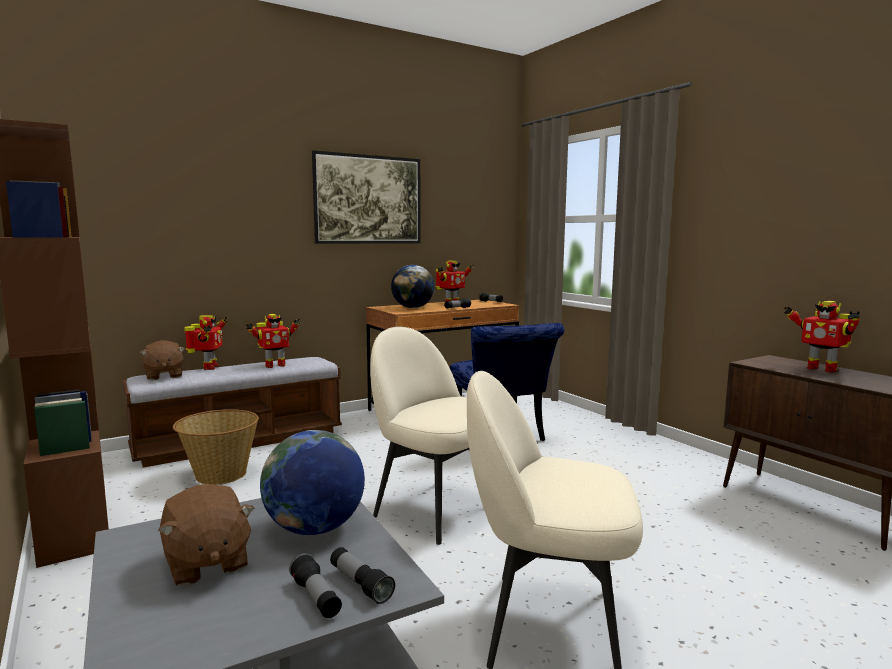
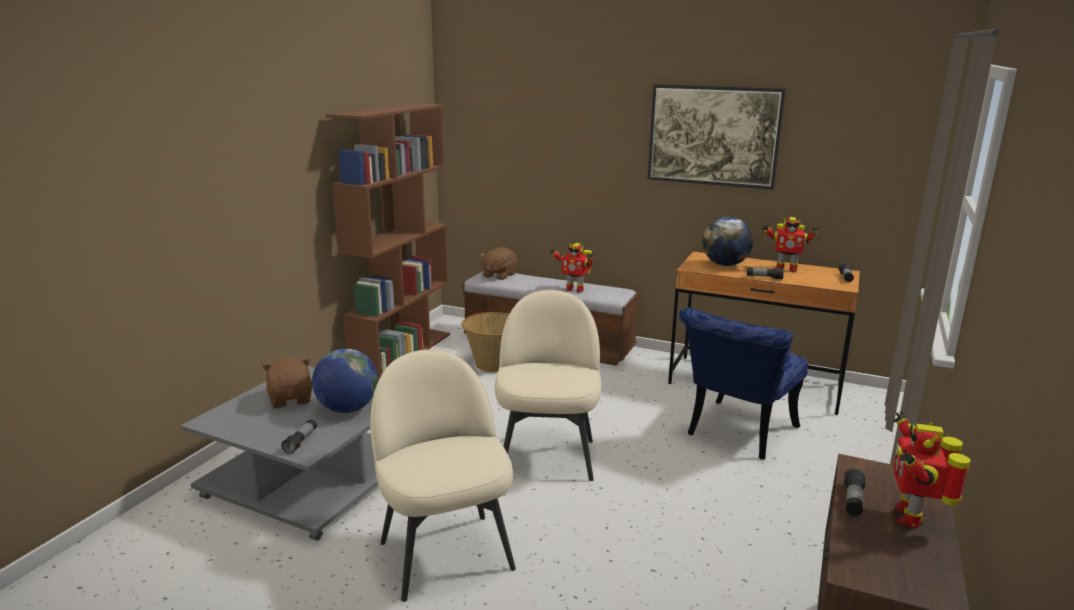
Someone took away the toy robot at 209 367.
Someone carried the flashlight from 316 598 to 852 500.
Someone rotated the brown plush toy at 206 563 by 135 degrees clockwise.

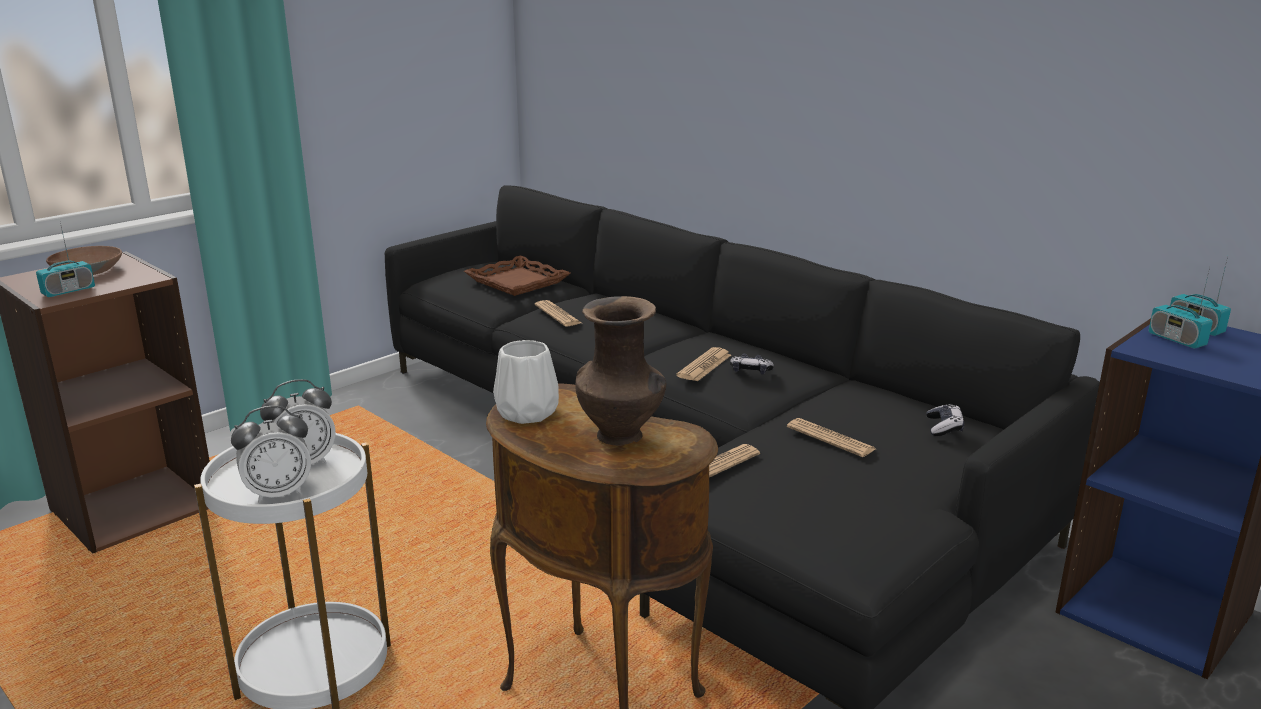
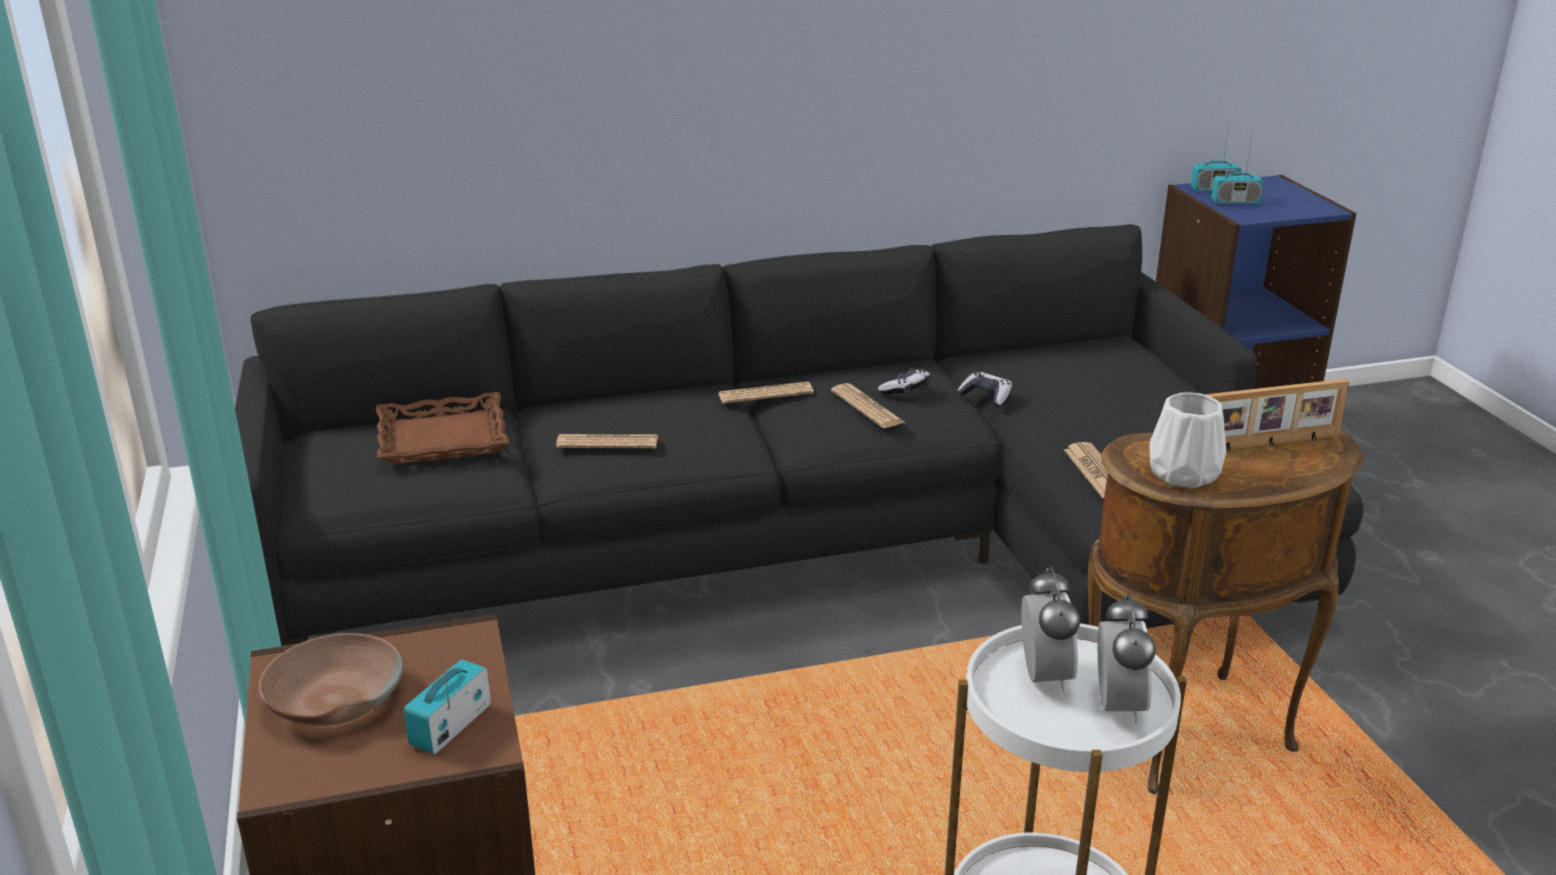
Someone carried the newspaper from 830 438 to 765 394.
Someone carried the game controller from 944 427 to 986 397.
Someone swapped the brown vase at 622 436 for the picture frame at 1269 444.
Someone rotated the radio at 68 291 by 135 degrees counterclockwise.

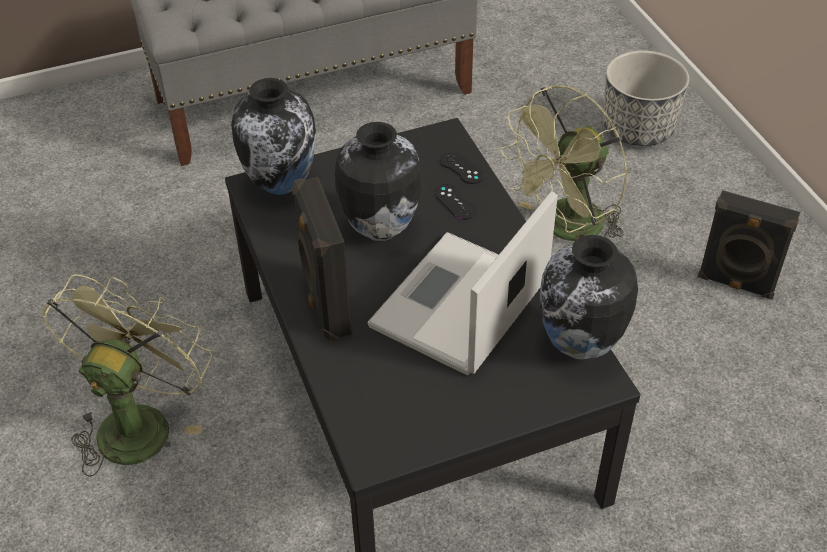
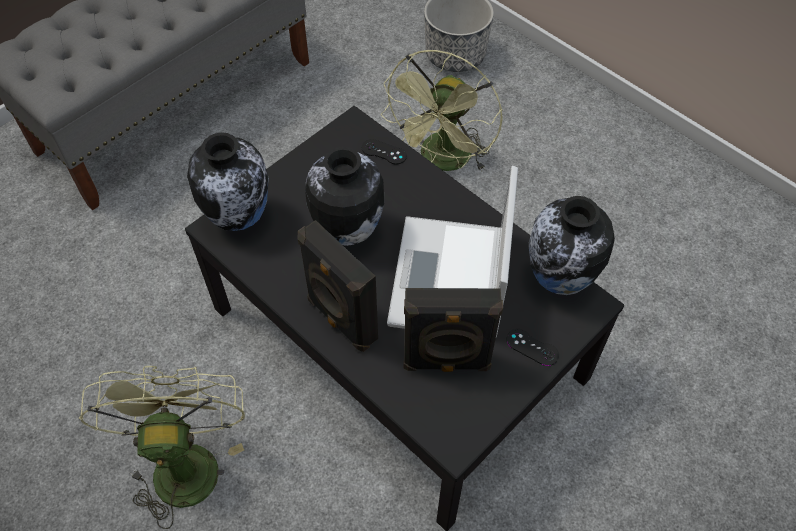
Someone carried the black game controller from 455 202 to 532 347.
Someone carried the black speaker from 735 284 to 446 362.

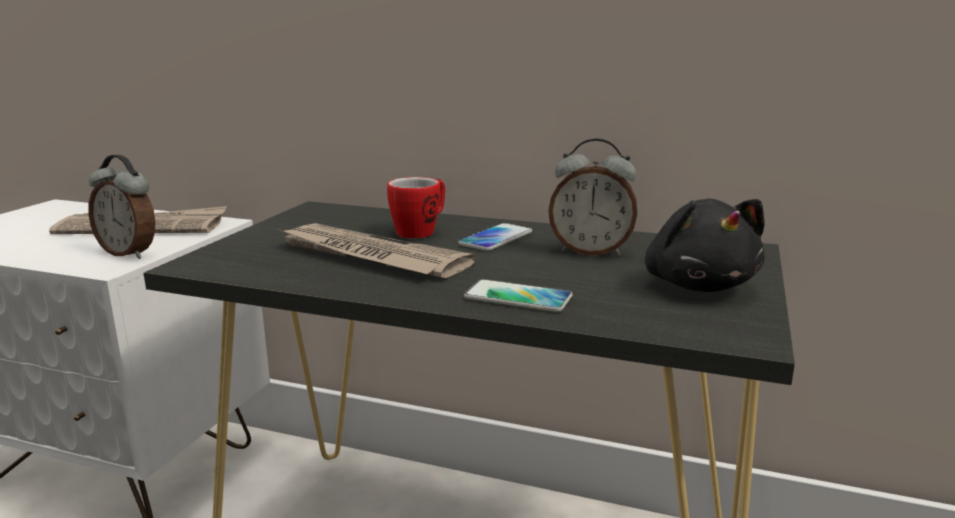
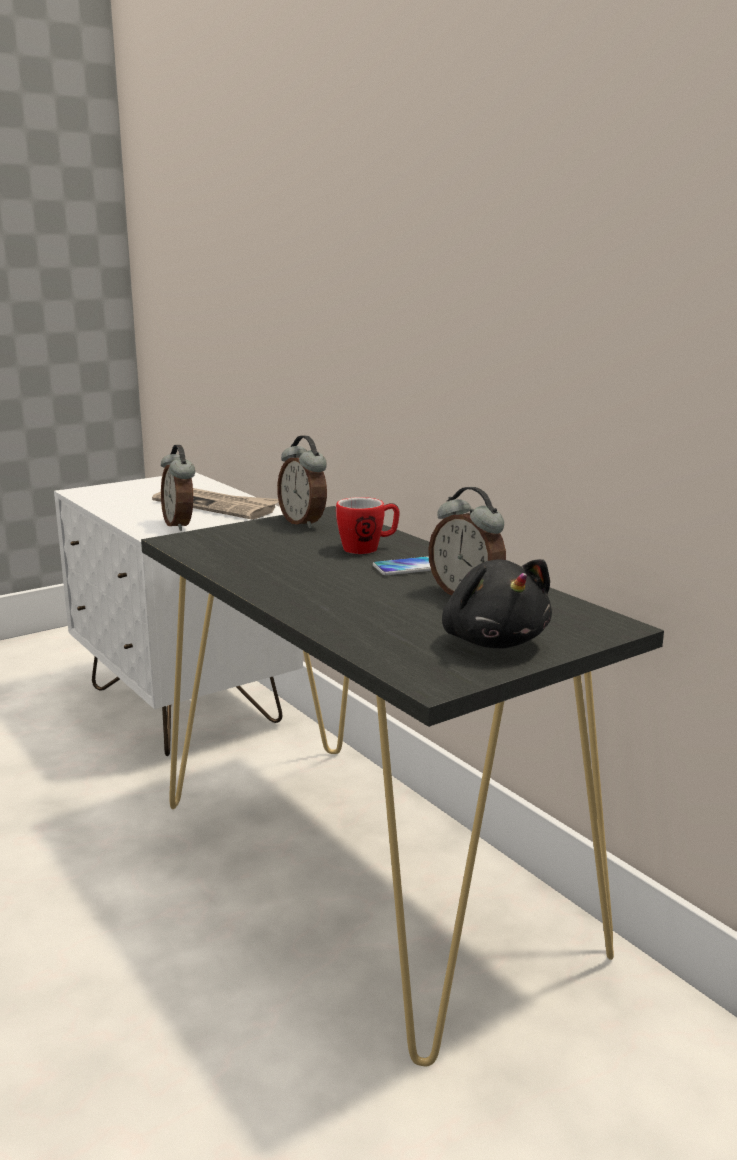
Someone took away the newspaper at 370 256.
Someone took away the phone at 518 298.
Someone put down the alarm clock at 304 523.
Someone rotated the black plush toy at 698 284 by 45 degrees counterclockwise.

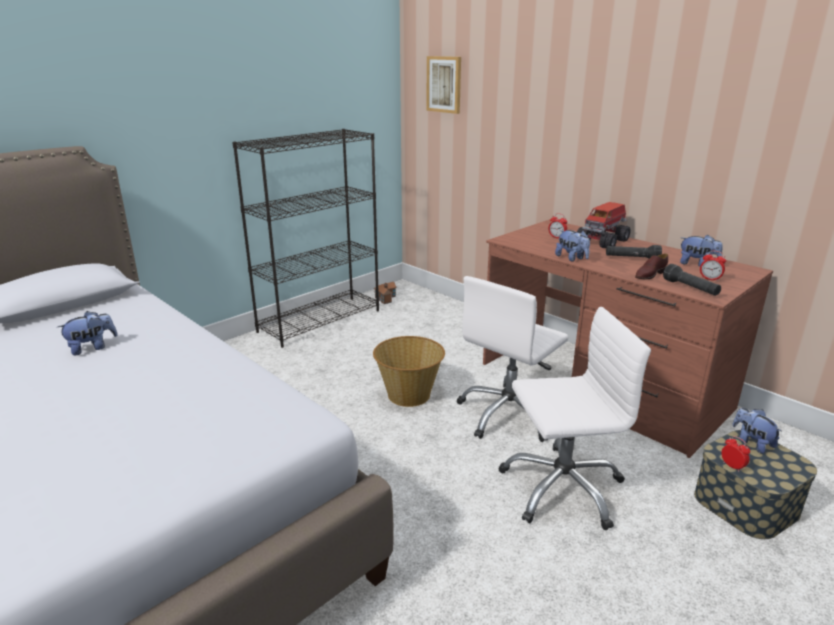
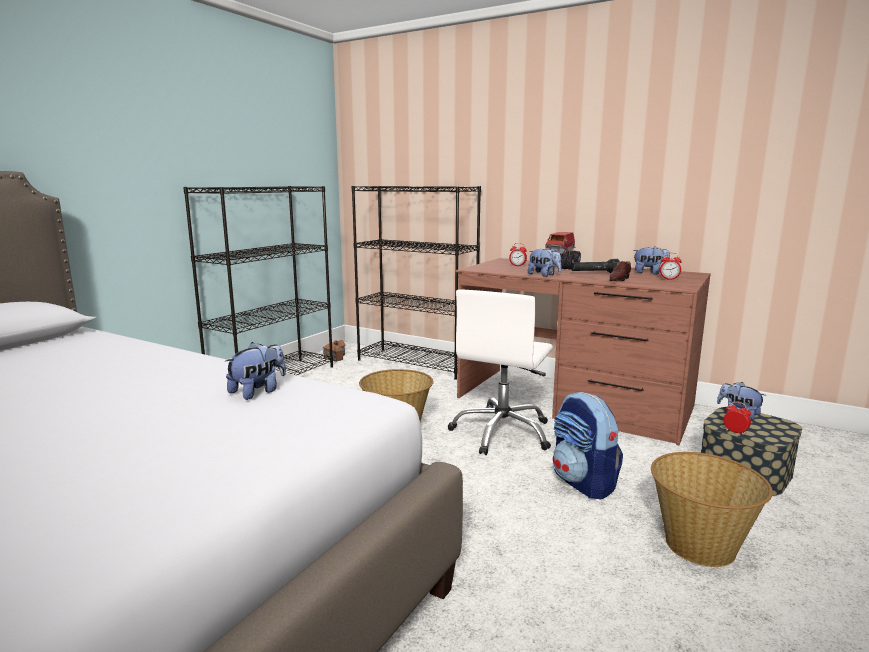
Someone took away the picture at 444 84.
Someone took away the black flashlight at 690 288.
Someone put down the black bookcase at 417 363.
Someone put down the basket at 700 545.
Someone carried the plush toy from 92 348 to 258 391.
Someone swapped the white office chair at 562 487 for the backpack at 583 483.

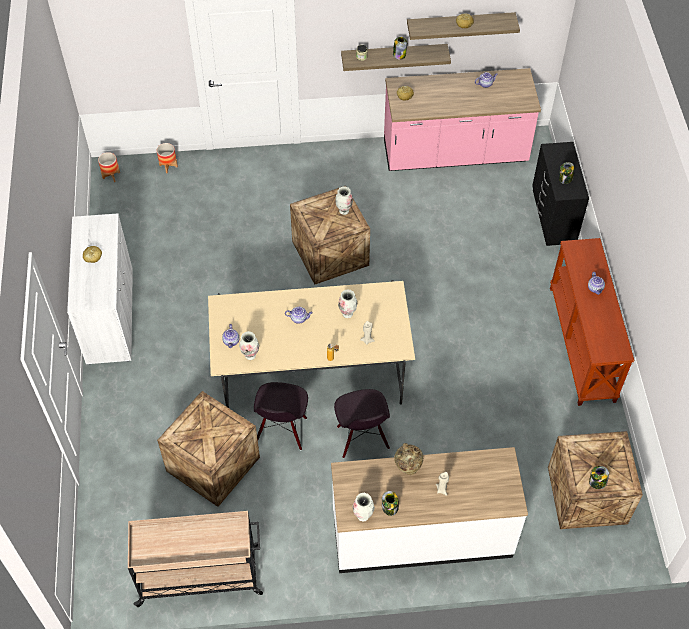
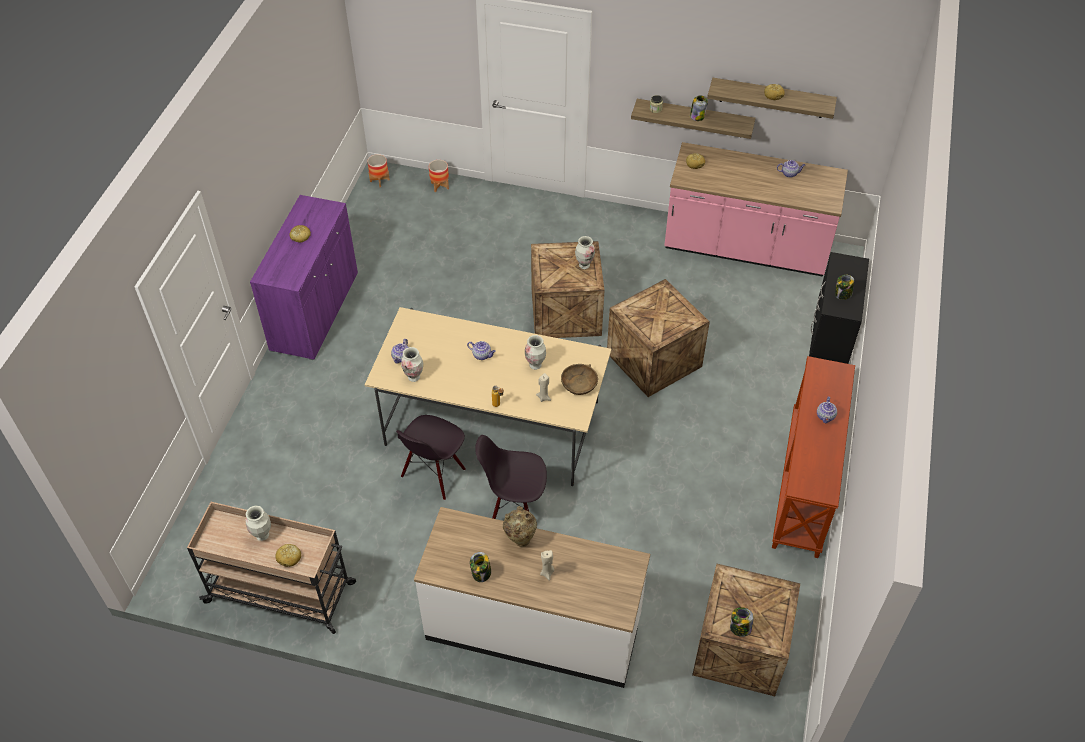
Someone put down the bread at 289 558.
Someone put down the brown bowl at 579 383.
Someone carried the crate from 211 464 to 652 359.
Someone carried the vase from 363 516 to 262 535.
Someone repainted the white cabinet at 110 316, which became the purple cabinet at 315 312.
Someone rotated the black chair at 362 438 by 90 degrees clockwise.

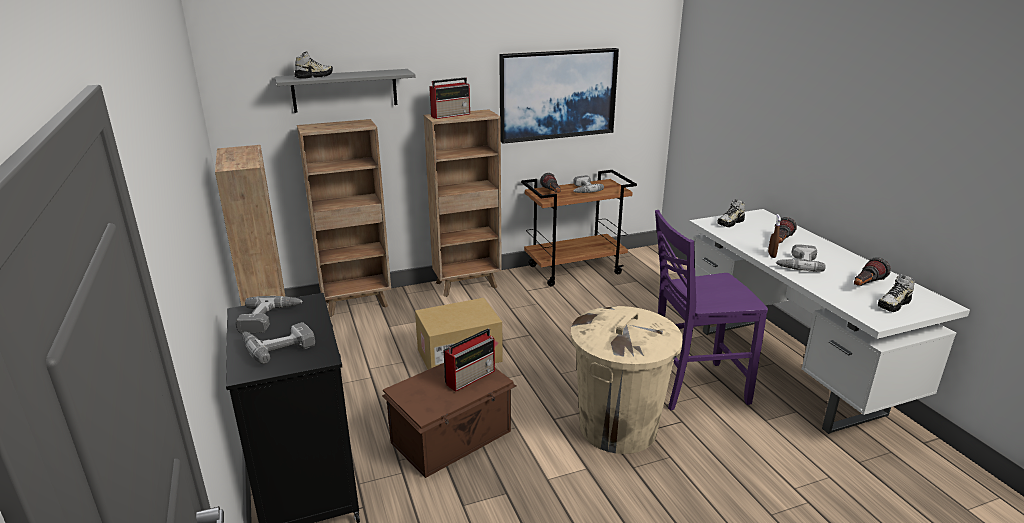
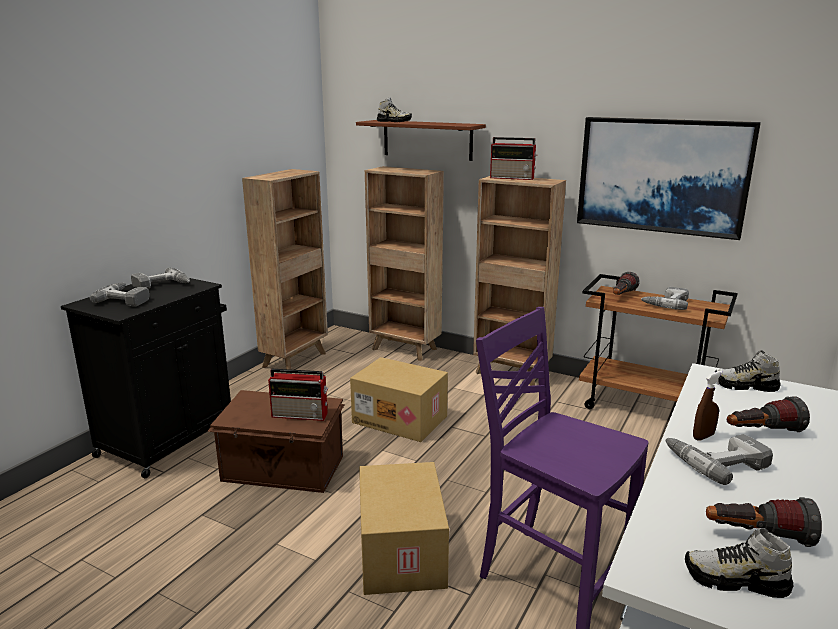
Someone swapped the beige trash can at 618 427 for the cardboard box at 403 553.
Someone repainted the grey shelf at 345 90, which became the brown shelf at 427 140.

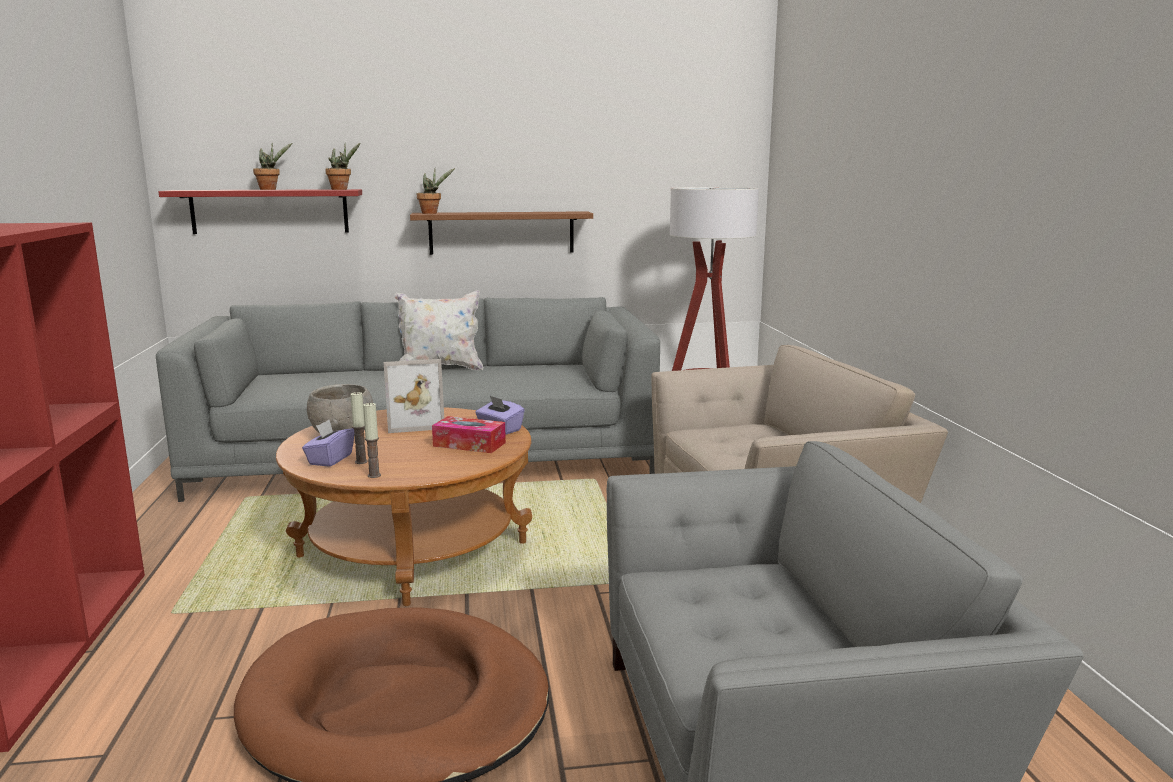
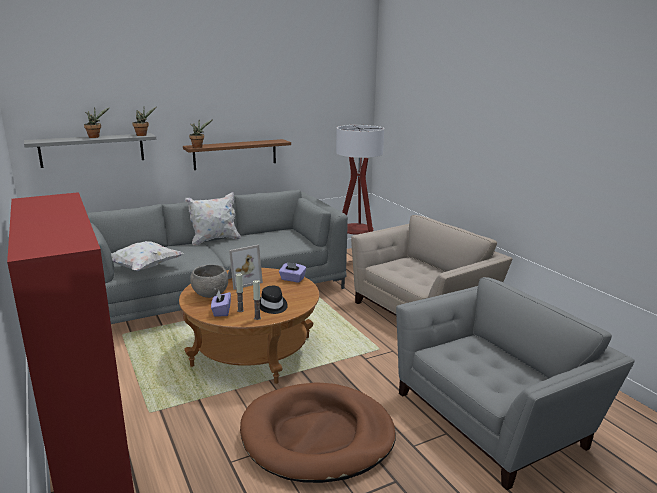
Someone took away the tissue box at 469 444.
Someone put down the white pillow at 144 267.
Someone put down the black hat at 272 306.
Someone repainted the red shelf at 270 211, which became the grey shelf at 92 150.

